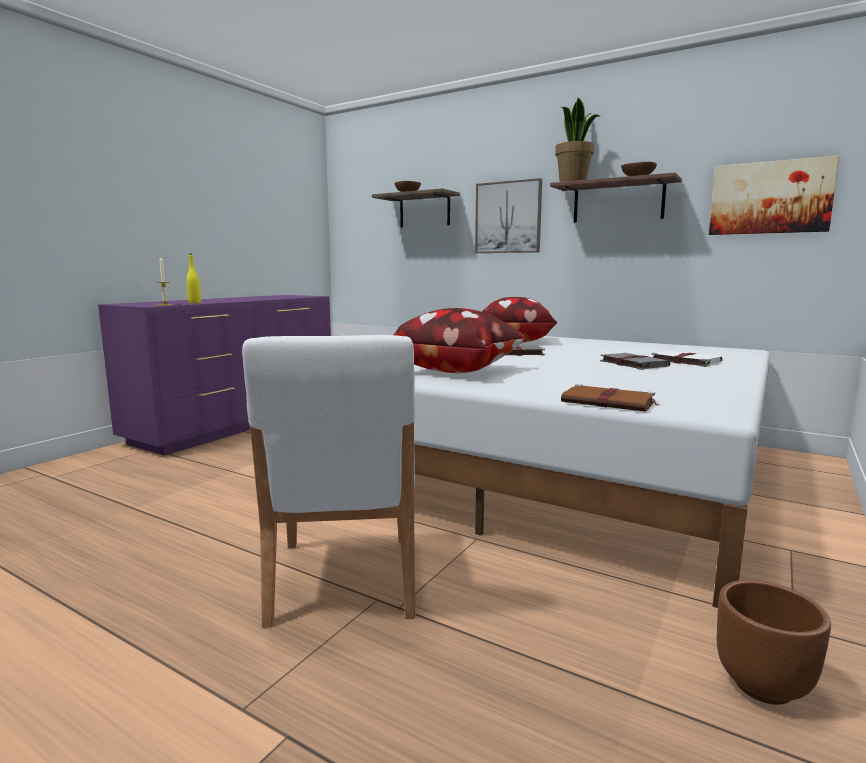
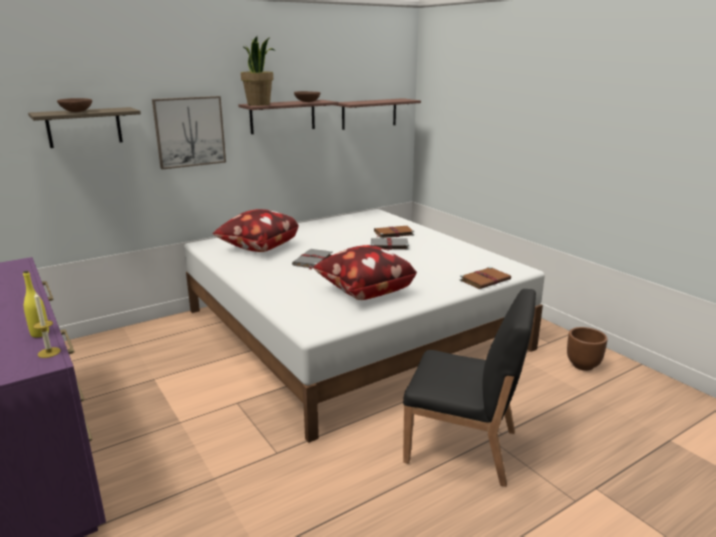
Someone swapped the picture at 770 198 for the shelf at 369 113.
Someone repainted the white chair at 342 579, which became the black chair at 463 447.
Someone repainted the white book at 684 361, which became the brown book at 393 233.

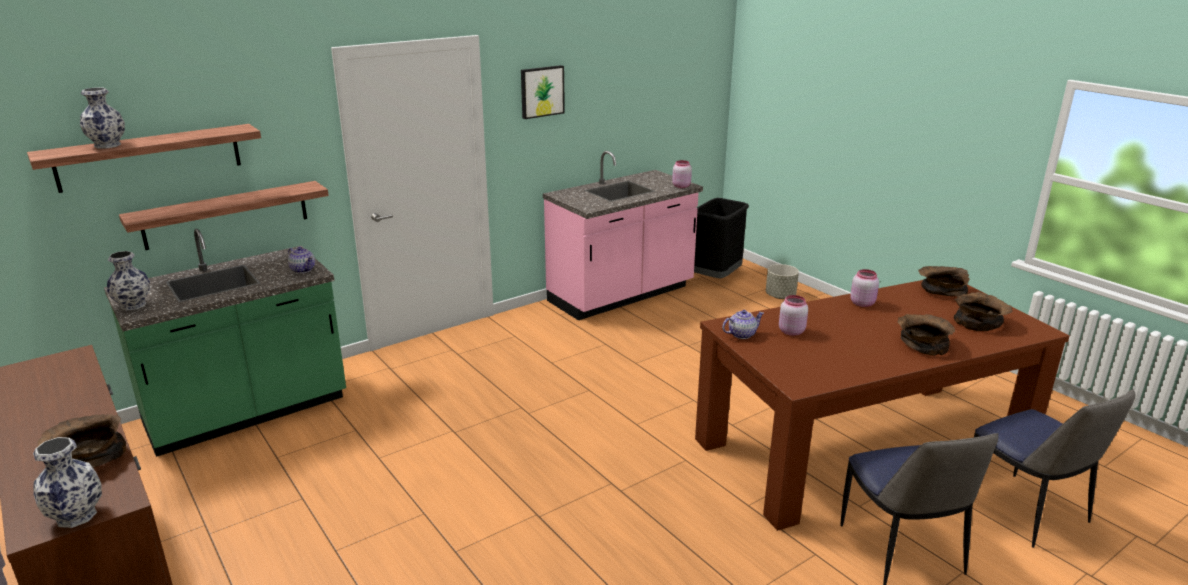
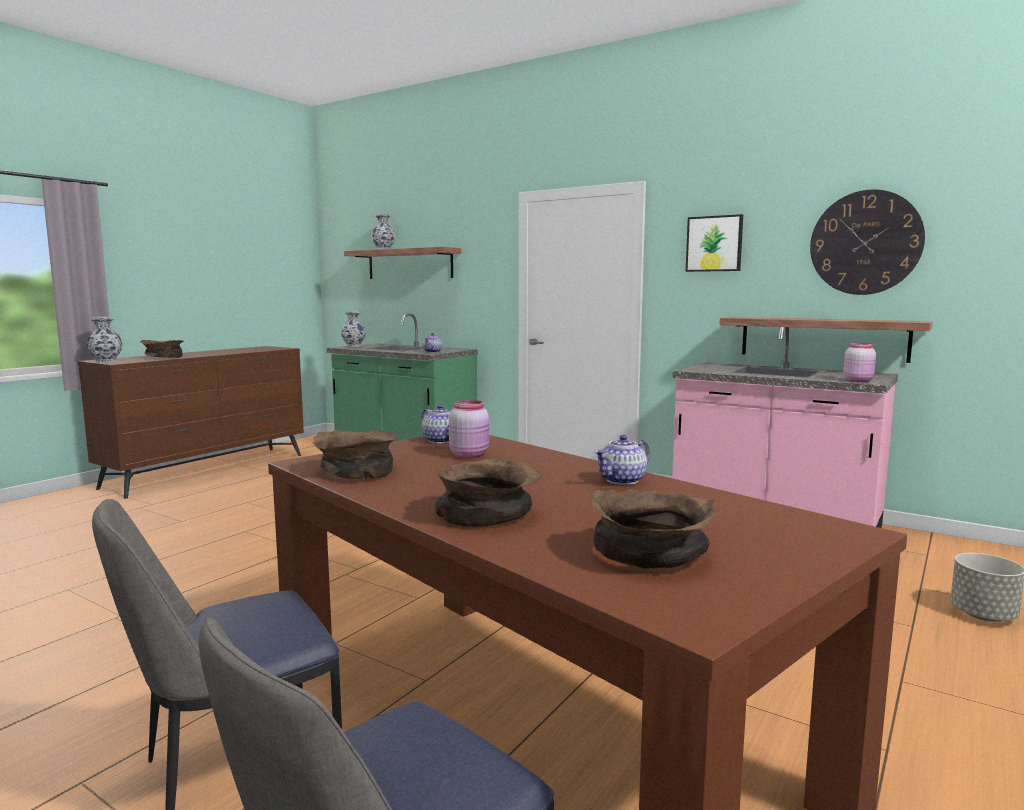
Someone took away the black trash can at 716 277.
Someone put up the wall clock at 865 243.
Someone carried the shelf from 226 215 to 822 338.
Someone carried the brown bowl from 941 292 to 358 471.
Someone swapped the pink jar at 862 303 for the teapot at 623 480.

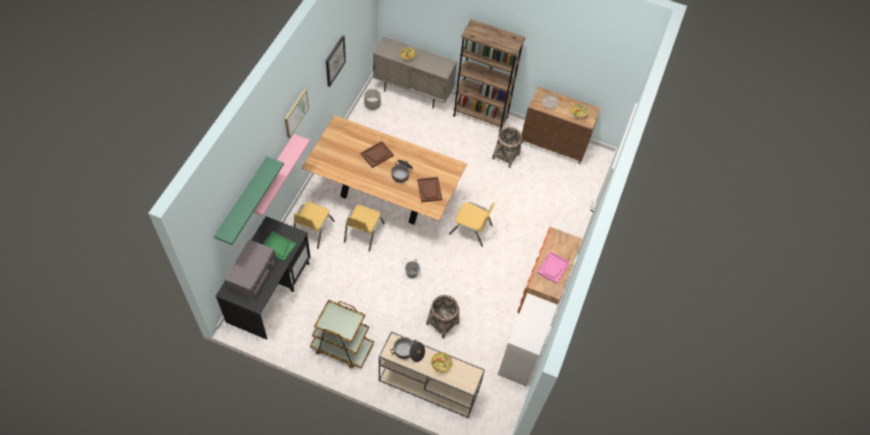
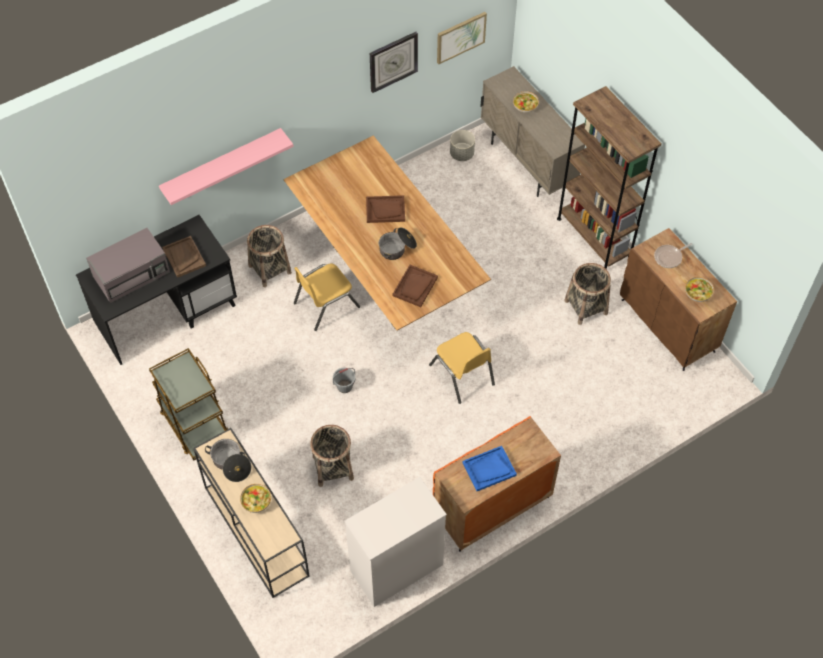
Someone took away the green shelf at 242 200.
Someone carried the picture from 295 113 to 460 37.
Someone swapped the yellow chair at 313 230 for the basket at 269 269.
Someone repainted the green tray at 278 247, which became the brown tray at 184 257.
Someone repainted the pink tray at 553 268, which became the blue tray at 489 469.

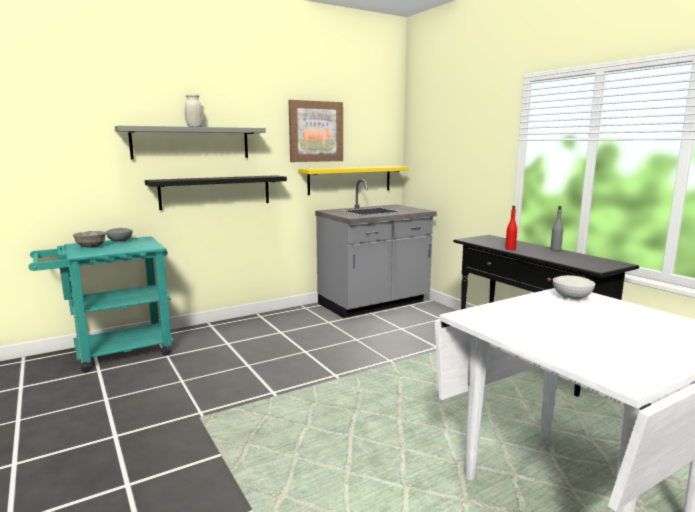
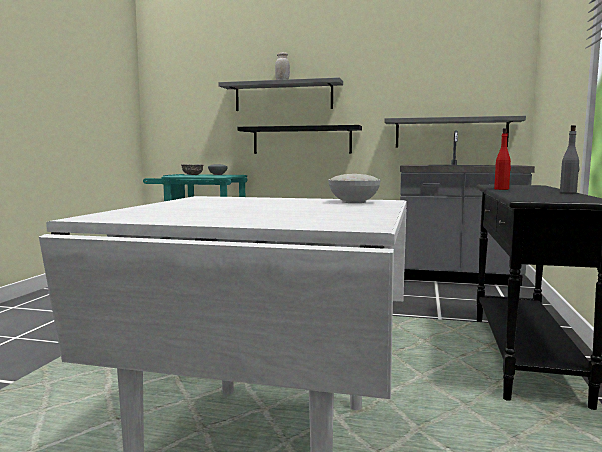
Someone took away the picture at 315 131.
Someone repainted the yellow shelf at 350 179, which became the grey shelf at 450 133.

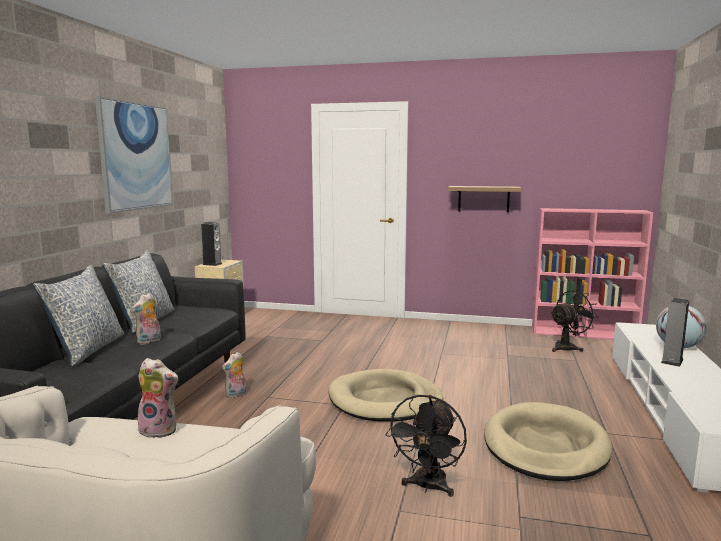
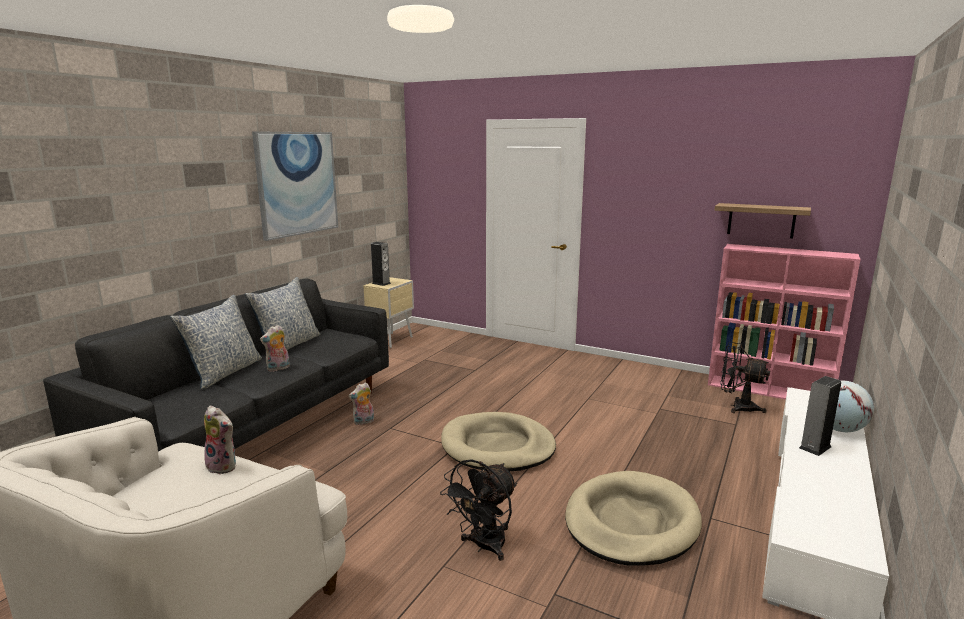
Someone carried the shelf from 483 199 to 761 220.
Someone rotated the black fan at 568 347 by 135 degrees counterclockwise.

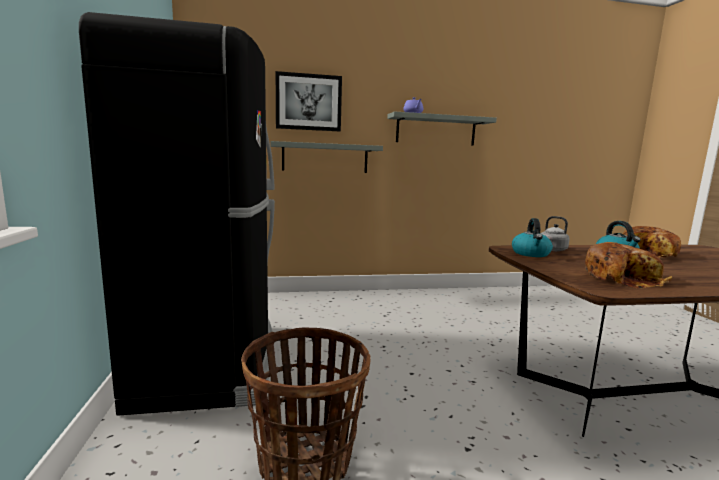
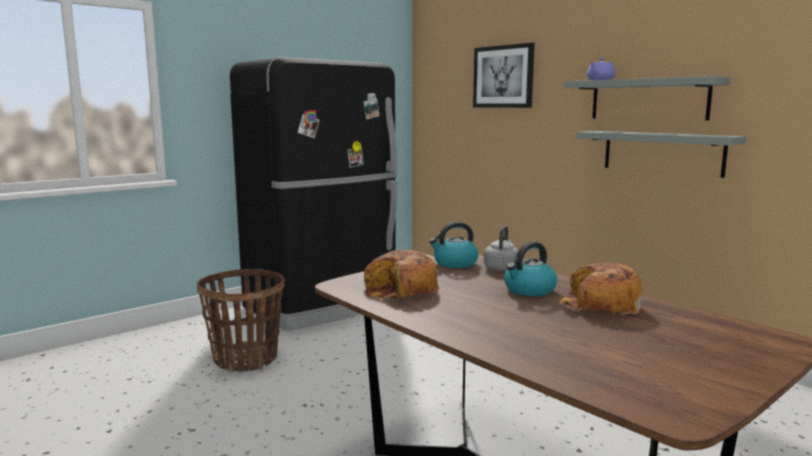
Someone carried the grey shelf from 325 158 to 662 152.

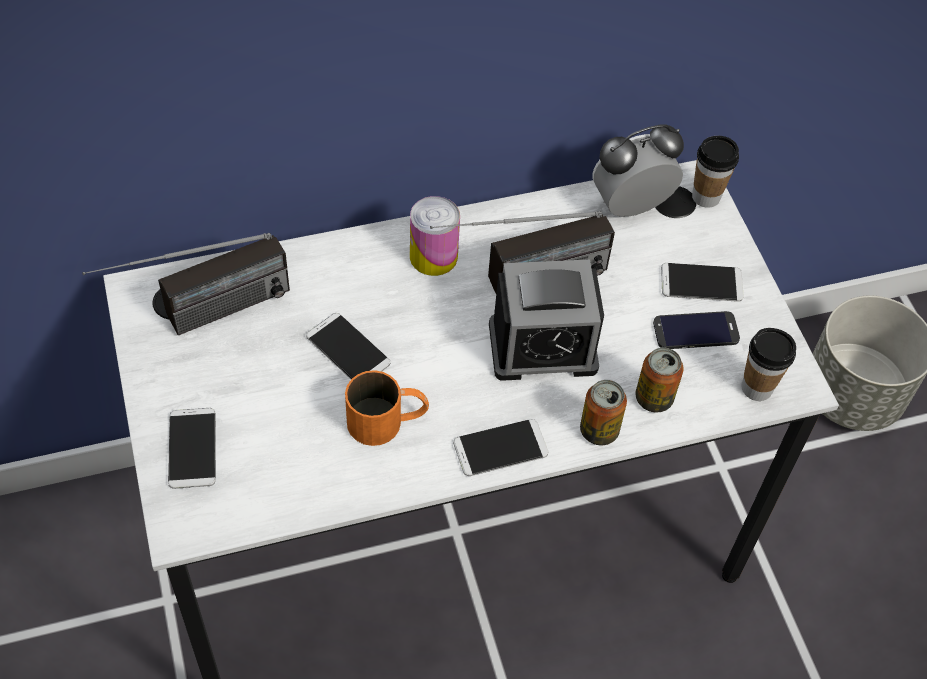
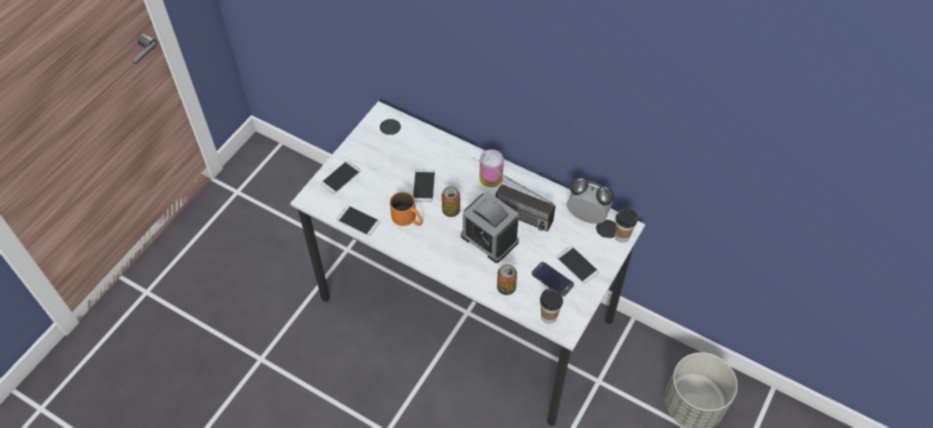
Someone took away the radio at 199 317.
Someone carried the phone from 500 448 to 358 221.
Someone carried the can from 599 430 to 451 210.

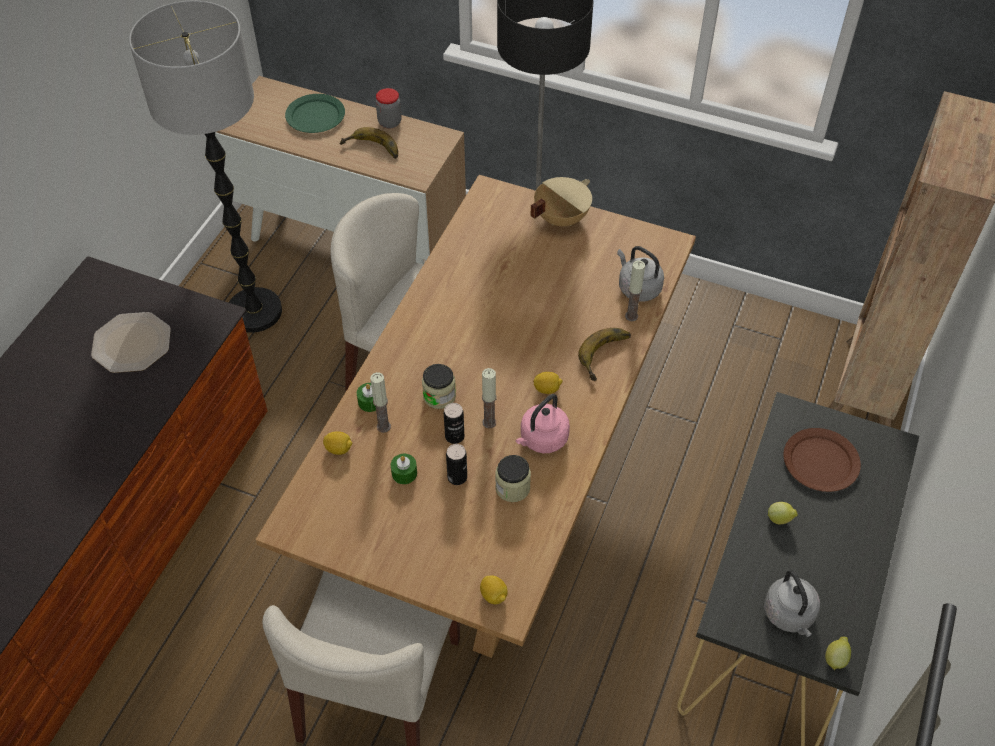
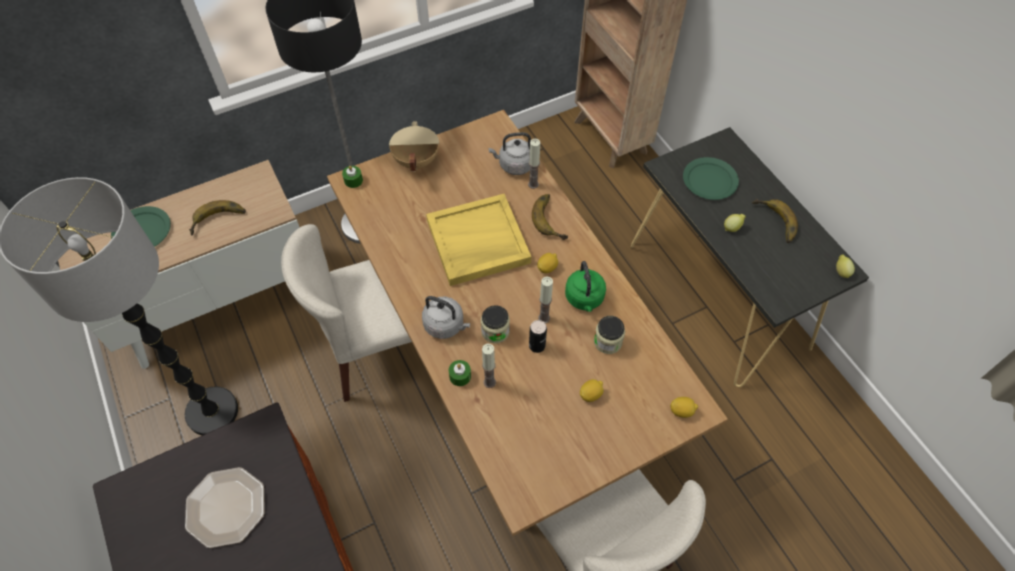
Someone took away the jar at 389 122.
Someone took away the can at 457 477.
Someone put down the yellow tray at 477 242.
Someone put down the banana at 773 223.
Someone carried the lemon from 339 449 to 590 394.
Someone carried the green candle from 404 473 to 353 180.
Someone carried the grey kettle from 789 615 to 446 325.
Someone repainted the pink kettle at 542 440, which became the green kettle at 584 299.
Someone repainted the brown plate at 820 462, which became the green plate at 709 181.

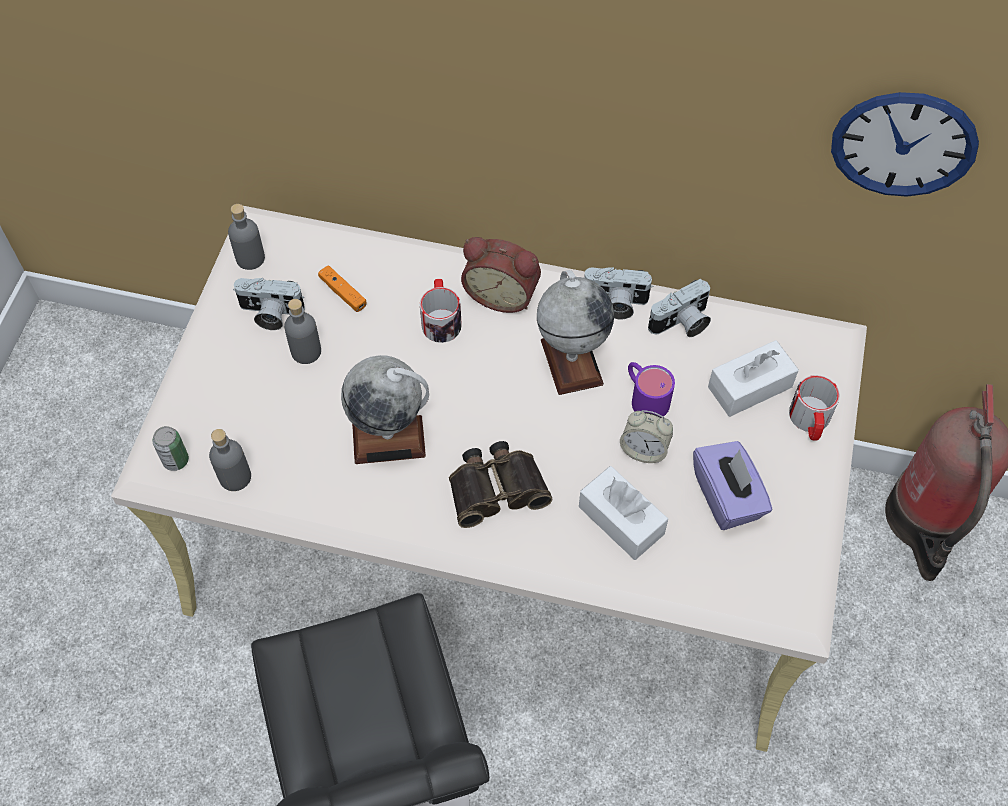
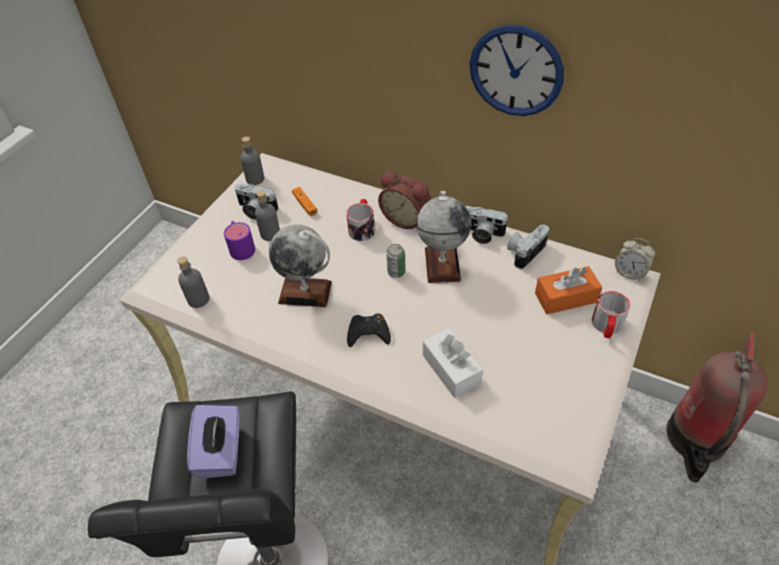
Someone carried the can from 176 460 to 396 272.
Someone carried the alarm clock from 644 450 to 629 272.
Someone carried the purple mug from 644 397 to 241 246.
Someone carried the purple tissue box from 727 497 to 221 451.
Someone carried the wall clock from 903 144 to 516 71.
Someone swapped the binoculars at 496 487 for the black game controller at 368 333.
Someone repainted the white tissue box at 750 387, which became the orange tissue box at 565 297.
Someone rotated the photo camera at 681 323 by 150 degrees clockwise.

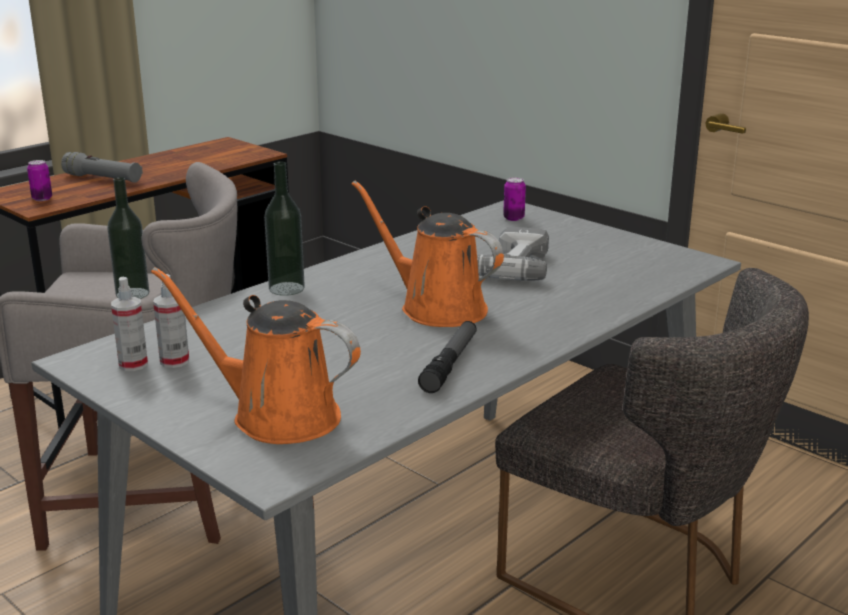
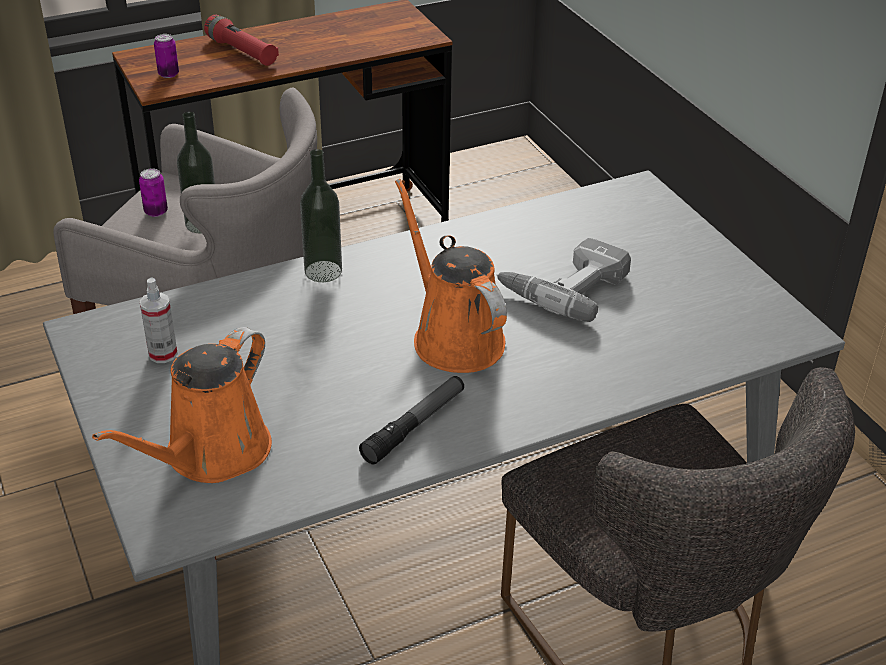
Someone took away the spray bottle at 133 364.
Someone carried the can from 513 218 to 156 212.
Someone repainted the grey flashlight at 103 179, which became the red flashlight at 242 52.
Someone rotated the orange watering can at 276 415 by 105 degrees counterclockwise.

